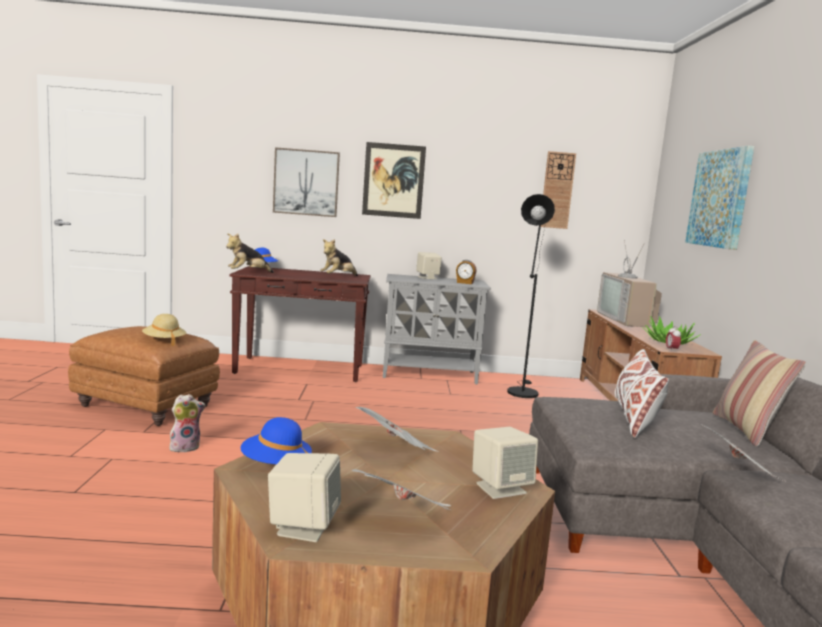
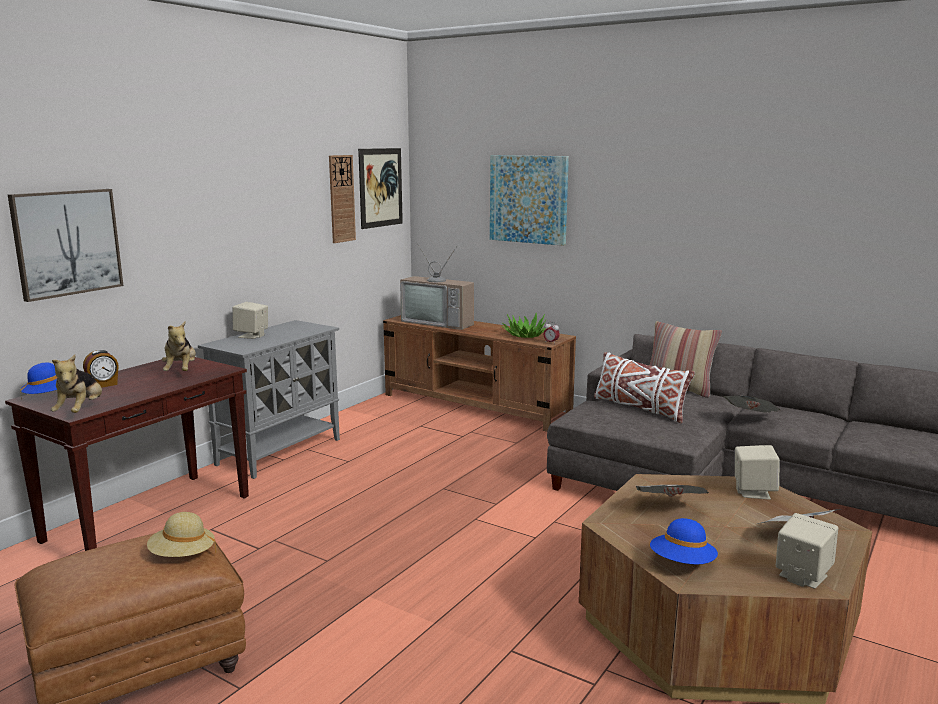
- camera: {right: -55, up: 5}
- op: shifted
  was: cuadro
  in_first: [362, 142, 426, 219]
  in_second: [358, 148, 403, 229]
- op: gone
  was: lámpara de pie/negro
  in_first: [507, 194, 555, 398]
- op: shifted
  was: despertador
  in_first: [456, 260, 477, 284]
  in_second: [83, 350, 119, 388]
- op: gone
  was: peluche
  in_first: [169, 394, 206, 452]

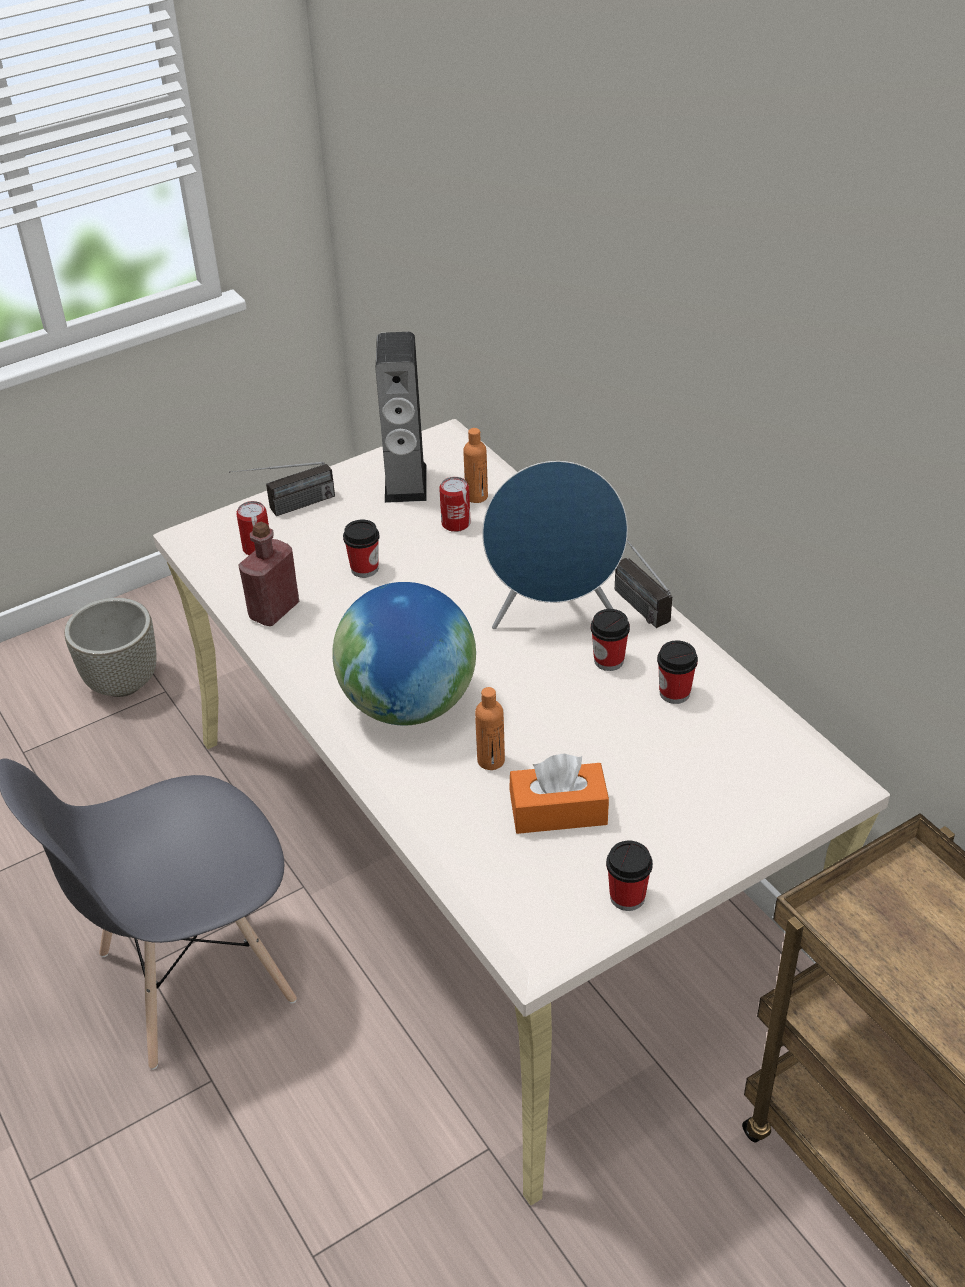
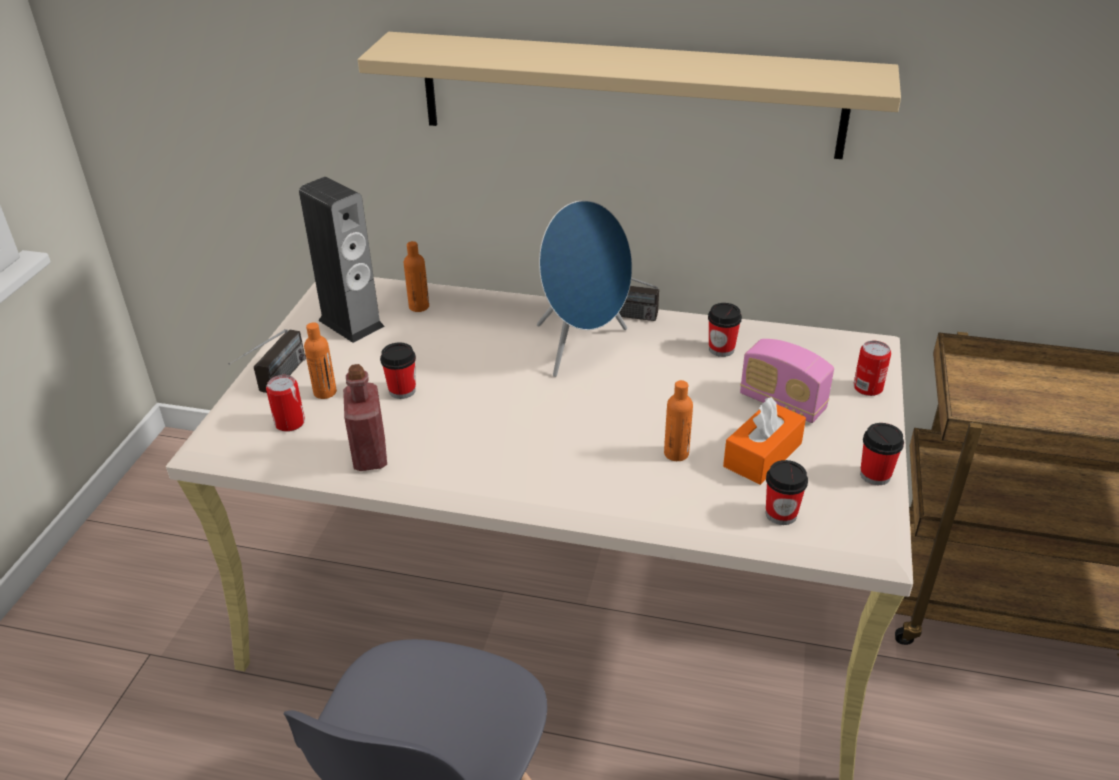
- camera: {right: -45, up: -5}
- op: shifted
  was: lata
  in_first: [439, 477, 471, 532]
  in_second: [853, 341, 891, 396]
- op: gone
  was: globo terráqueo
  in_first: [332, 582, 476, 725]
- op: gone
  was: maceta/gris
  in_first: [64, 598, 156, 697]
- op: shifted
  was: taza
  in_first: [591, 609, 630, 671]
  in_second: [766, 460, 808, 525]
- op: new
  now: estante/beis
  in_second: [358, 32, 901, 159]
- op: new
  now: botella/naranja
  in_second: [304, 322, 337, 399]
- op: new
  now: radio
  in_second: [740, 339, 834, 423]

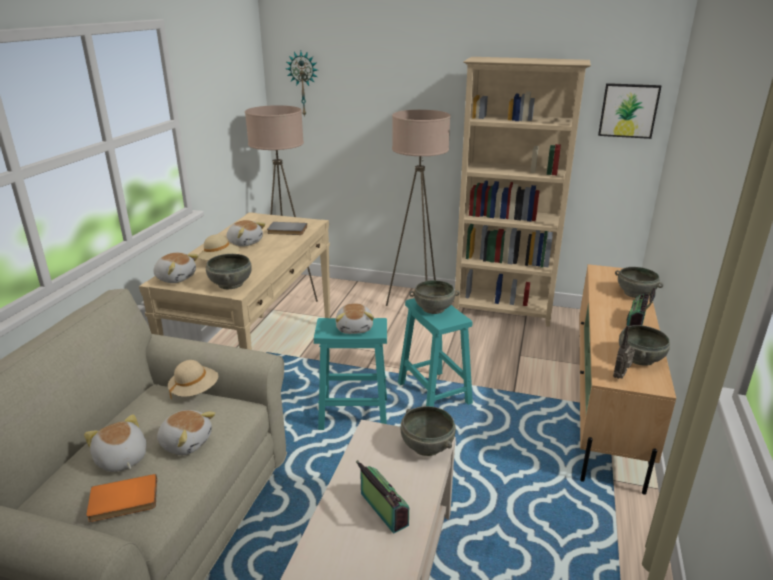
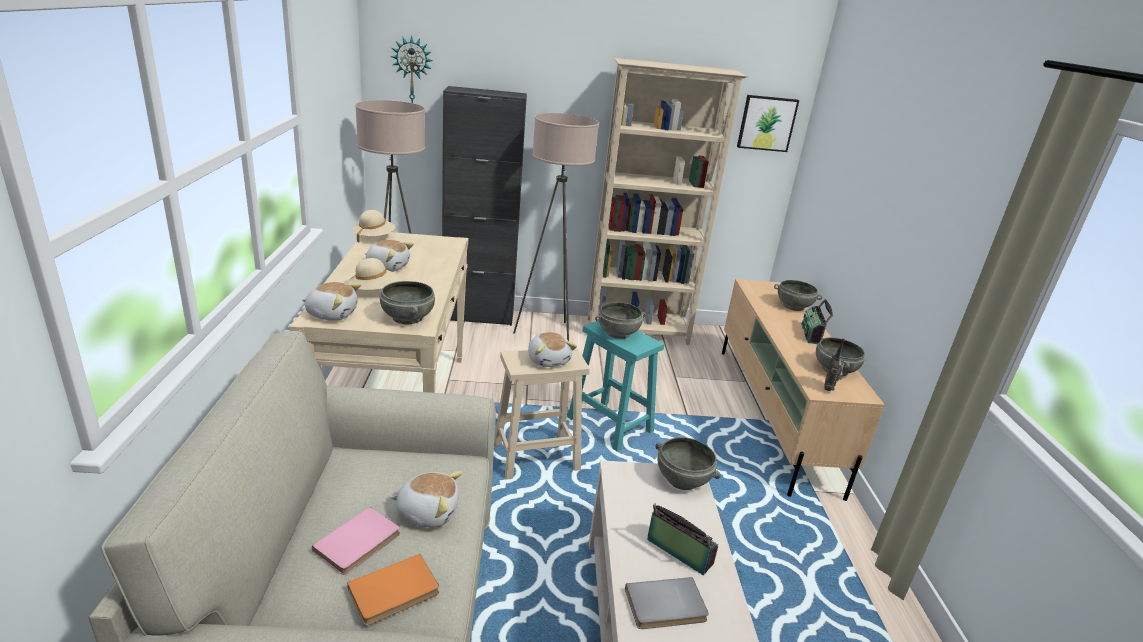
- camera: {right: -20, up: 0}
- op: shifted
  was: libro/gris
  in_first: [267, 222, 307, 235]
  in_second: [625, 577, 709, 629]
- op: repainted
  was: taburete/turquesa
  now: taburete/beis
  in_first: [314, 318, 387, 430]
  in_second: [494, 347, 590, 480]
- op: shifted
  was: sombrero/beis
  in_first: [168, 360, 218, 399]
  in_second: [352, 210, 395, 243]
- op: swapped
  was: peluche
  now: libro/rosa
  in_first: [84, 414, 147, 472]
  in_second: [312, 507, 400, 575]
- op: new
  now: armario/negro
  in_second: [442, 86, 527, 326]

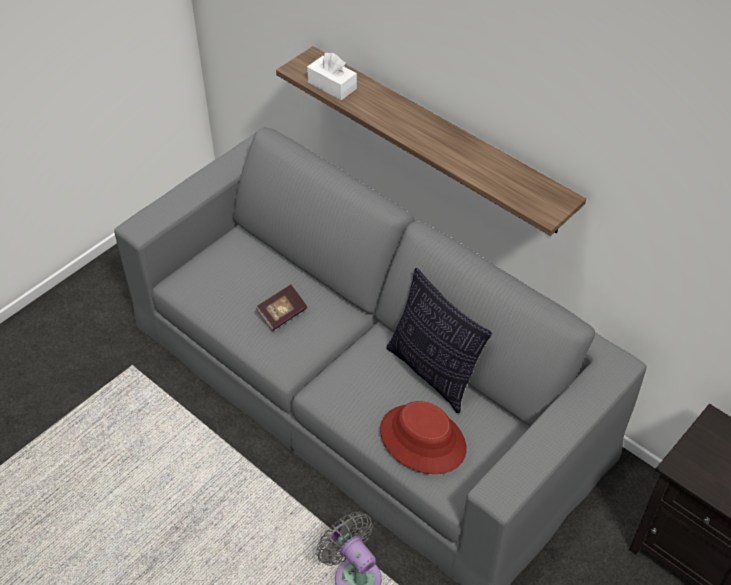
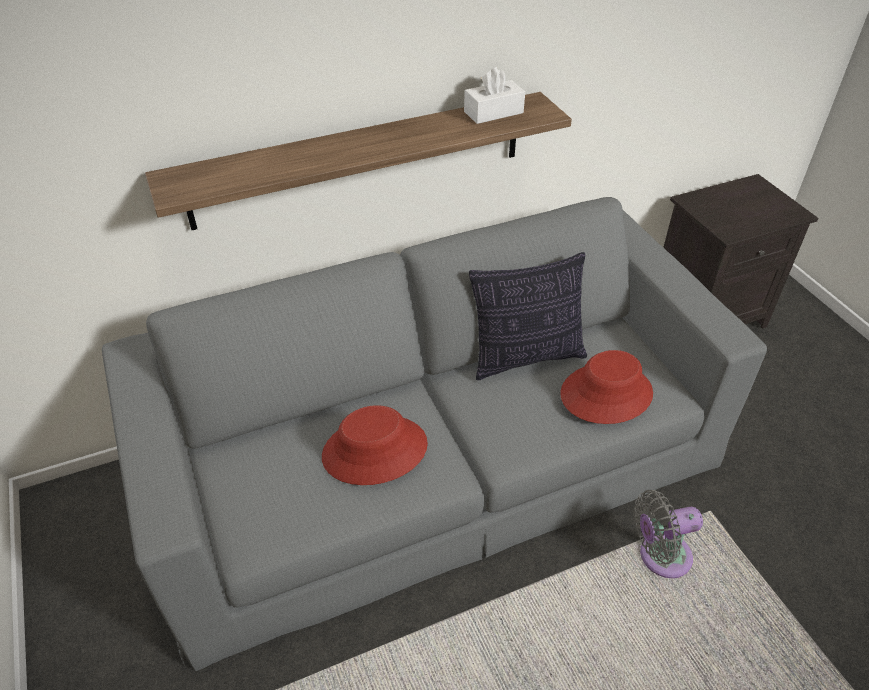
- camera: {right: -65, up: -5}
- op: shifted
  was: caja de pañuelos/blanco
  in_first: [307, 52, 357, 100]
  in_second: [464, 67, 525, 124]
- op: swapped
  was: libro
  now: sombrero/rojo
  in_first: [256, 284, 307, 331]
  in_second: [322, 405, 428, 485]

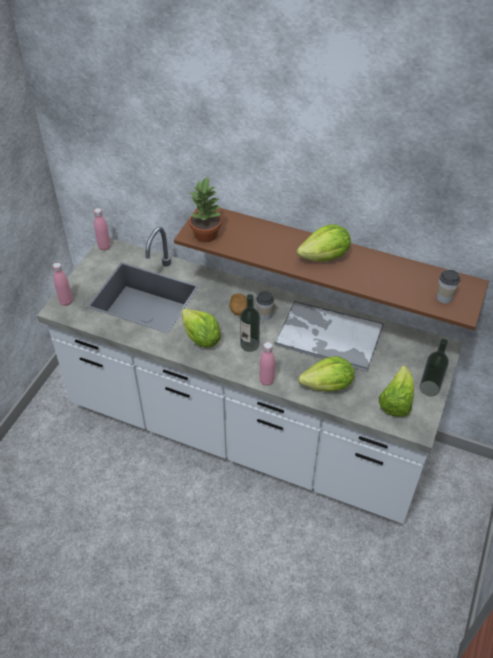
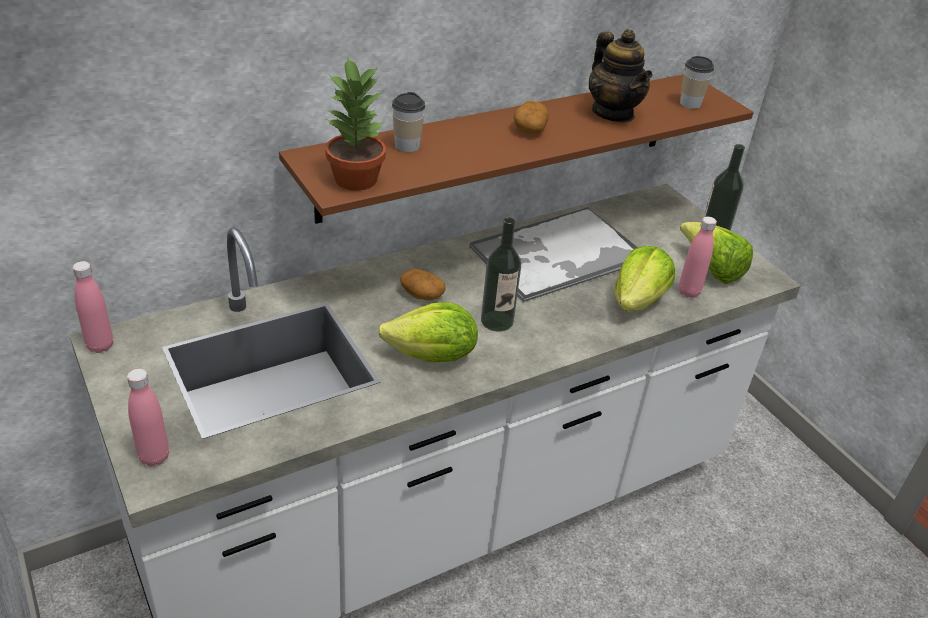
- camera: {right: -55, up: -10}
- op: swapped
  was: lechuga
  now: patata
  in_first: [297, 224, 351, 261]
  in_second: [514, 101, 549, 134]
- op: shifted
  was: taza
  in_first: [256, 291, 274, 321]
  in_second: [392, 92, 425, 152]
- op: shifted
  was: botella/rosa
  in_first: [259, 342, 275, 386]
  in_second: [679, 216, 717, 298]
- op: new
  now: tetera
  in_second: [589, 29, 652, 122]

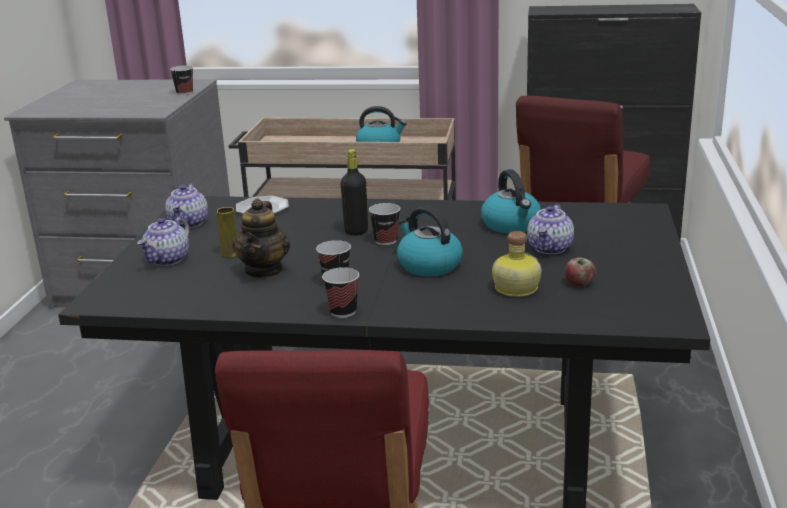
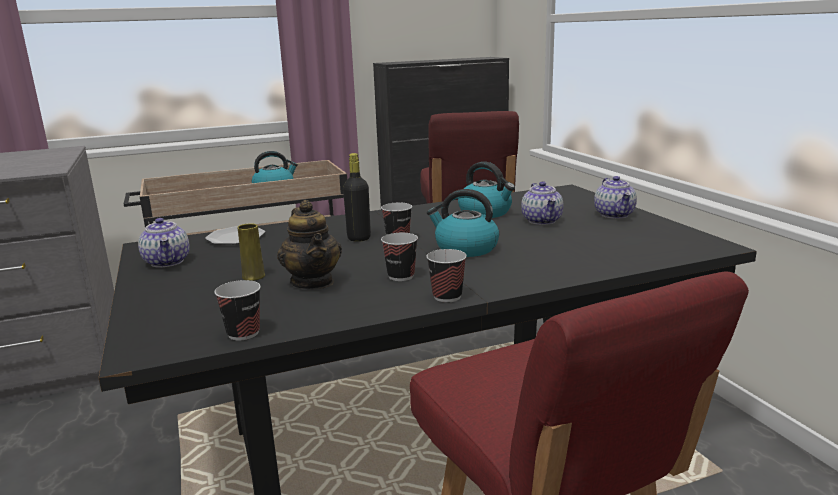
- camera: {right: -30, up: -5}
- op: shifted
  was: taza
  in_first: [170, 65, 193, 95]
  in_second: [214, 280, 261, 340]
- op: shifted
  was: tetera
  in_first: [137, 216, 189, 266]
  in_second: [594, 176, 637, 219]
- op: gone
  was: botella
  in_first: [492, 231, 541, 297]
- op: gone
  was: manzana
  in_first: [565, 257, 596, 286]

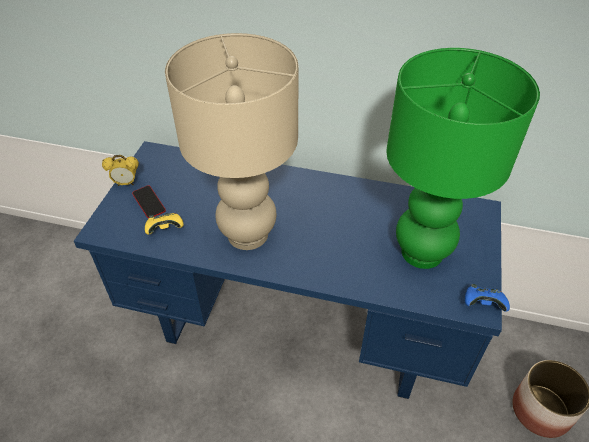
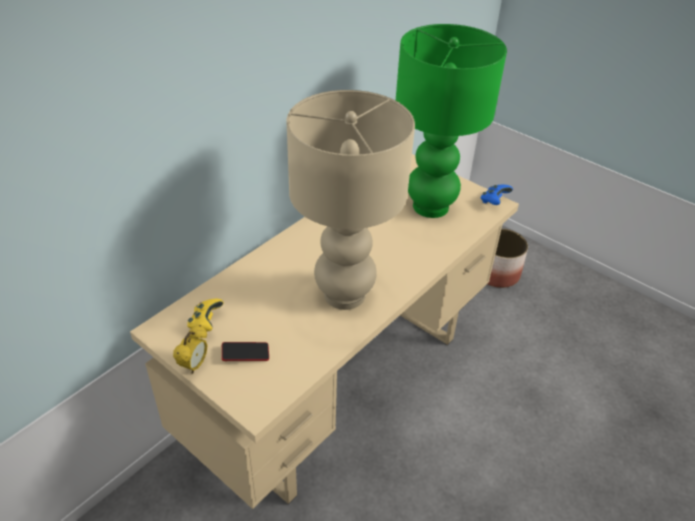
- camera: {right: -65, up: -5}
- op: repainted
  was: escritorio/azul
  now: escritorio/beis
  in_first: [74, 141, 502, 399]
  in_second: [130, 154, 519, 509]
- op: shifted
  was: mando de consola/amarillo
  in_first: [145, 213, 184, 235]
  in_second: [187, 299, 224, 332]

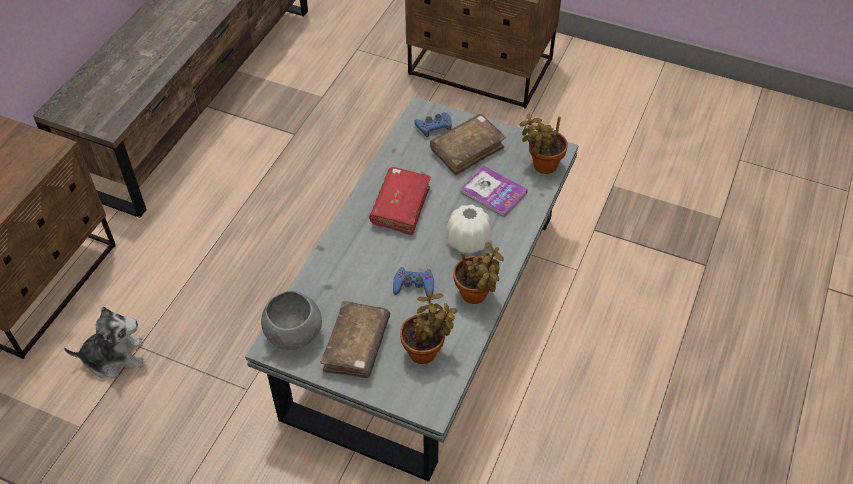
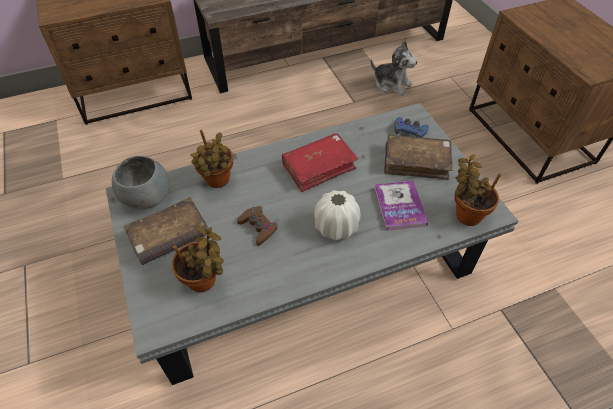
- camera: {right: 45, up: 0}
- op: shifted
  was: planta en maceta
  in_first: [453, 242, 504, 304]
  in_second: [190, 129, 233, 188]
- op: repainted
  was: mando de consola/azul
  now: mando de consola/marrón
  in_first: [393, 267, 434, 297]
  in_second: [237, 206, 278, 246]
- op: shifted
  was: peluche
  in_first: [64, 307, 144, 378]
  in_second: [371, 41, 418, 96]

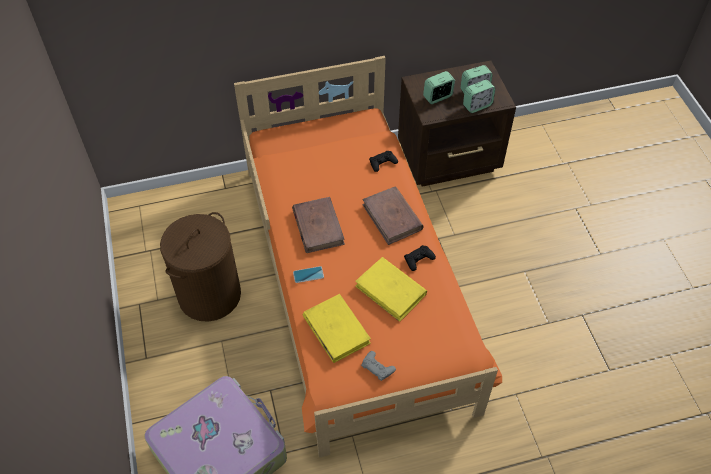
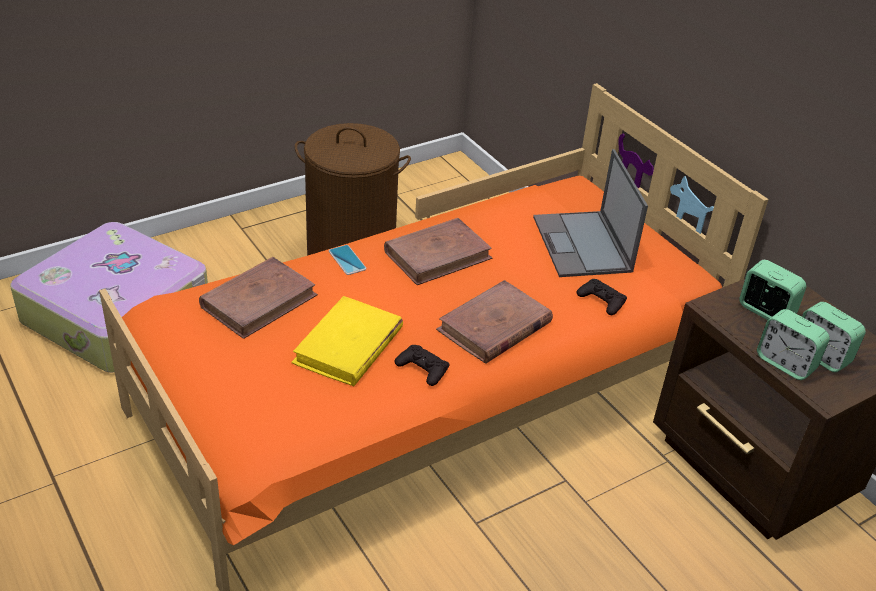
- camera: {right: 70, up: -15}
- op: repainted
  was: libro/amarillo
  now: libro/marrón
  in_first: [303, 294, 371, 363]
  in_second: [199, 257, 318, 339]
- op: gone
  was: mando de consola/gris
  in_first: [362, 351, 396, 381]
- op: new
  now: portátil
  in_second: [533, 149, 648, 277]

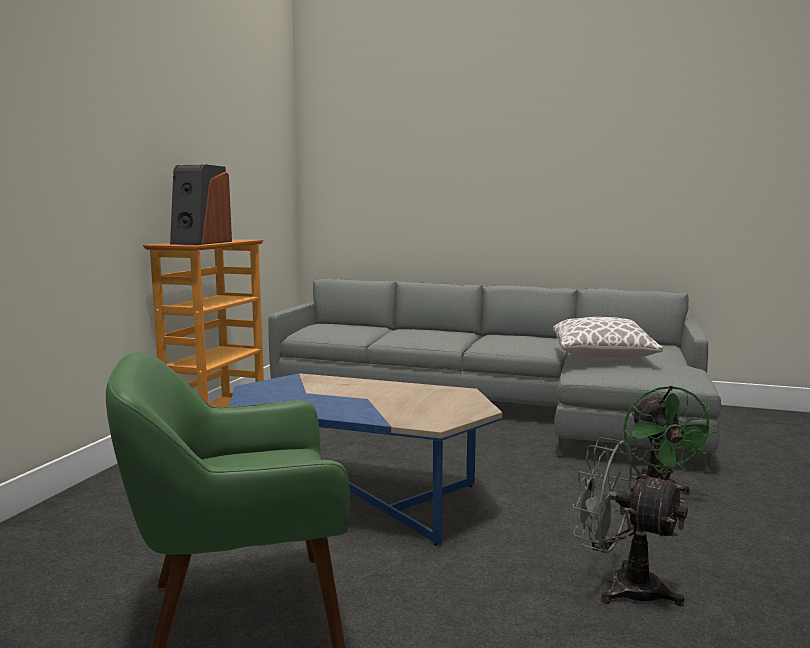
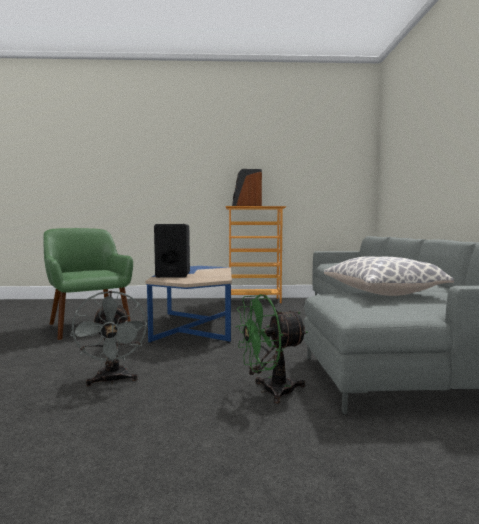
- camera: {right: 70, up: -5}
- op: rotated
  was: ventilador/gris
  in_first: [572, 437, 688, 606]
  in_second: [70, 291, 147, 386]
  clockwise: 150
- op: new
  now: altavoz/negro
  in_second: [154, 224, 190, 278]

